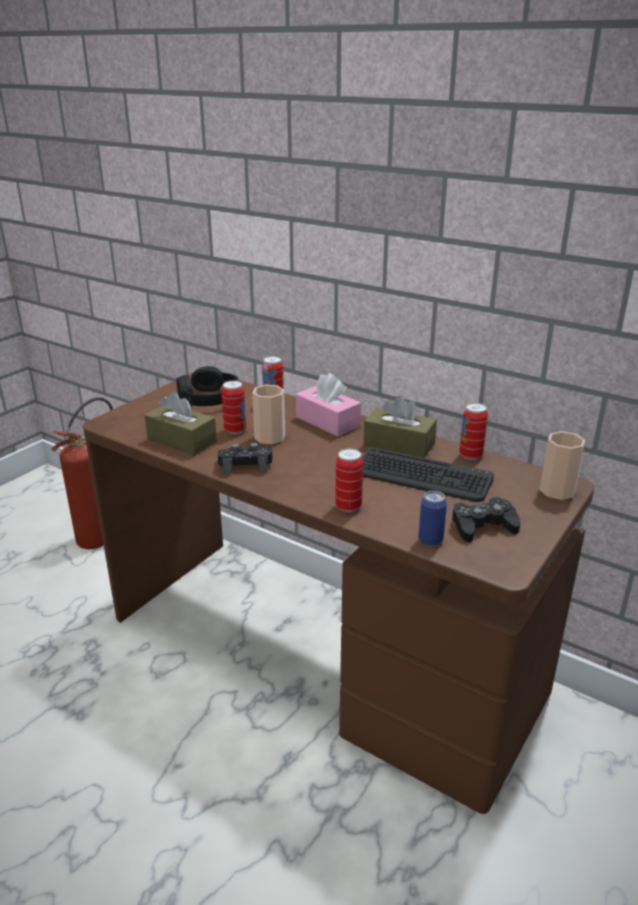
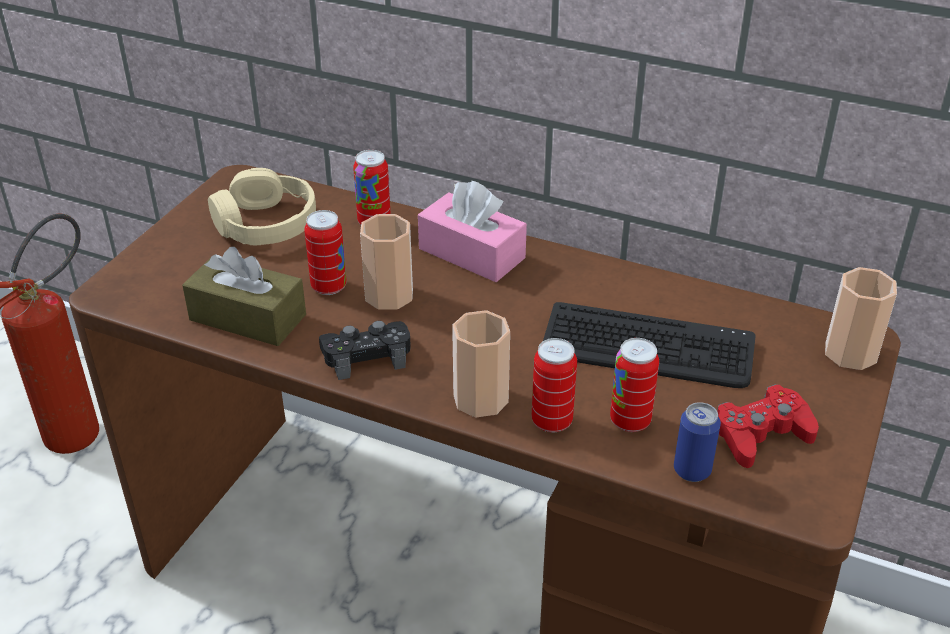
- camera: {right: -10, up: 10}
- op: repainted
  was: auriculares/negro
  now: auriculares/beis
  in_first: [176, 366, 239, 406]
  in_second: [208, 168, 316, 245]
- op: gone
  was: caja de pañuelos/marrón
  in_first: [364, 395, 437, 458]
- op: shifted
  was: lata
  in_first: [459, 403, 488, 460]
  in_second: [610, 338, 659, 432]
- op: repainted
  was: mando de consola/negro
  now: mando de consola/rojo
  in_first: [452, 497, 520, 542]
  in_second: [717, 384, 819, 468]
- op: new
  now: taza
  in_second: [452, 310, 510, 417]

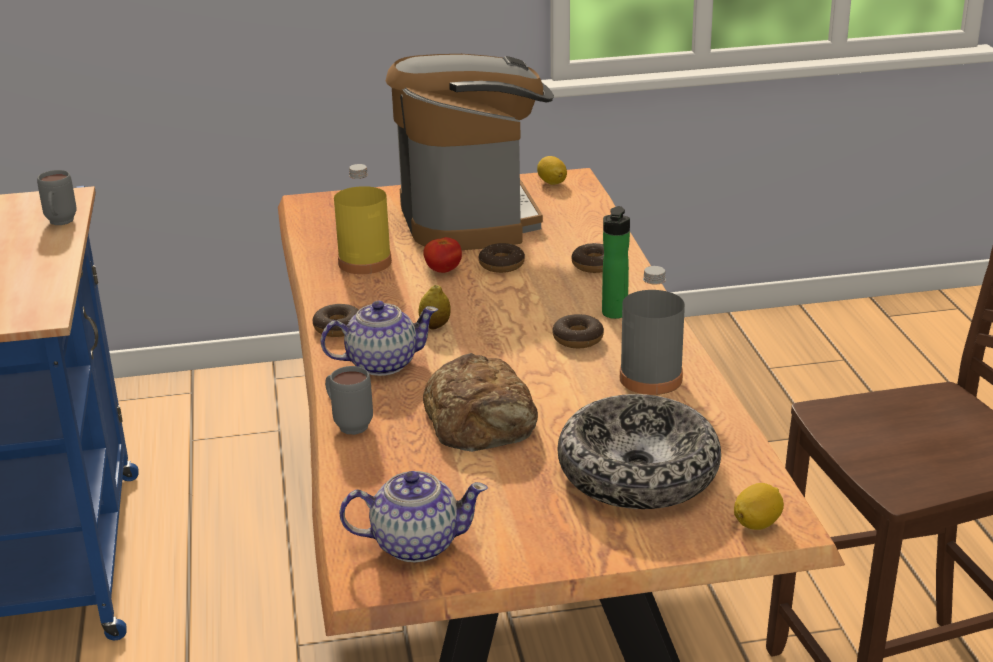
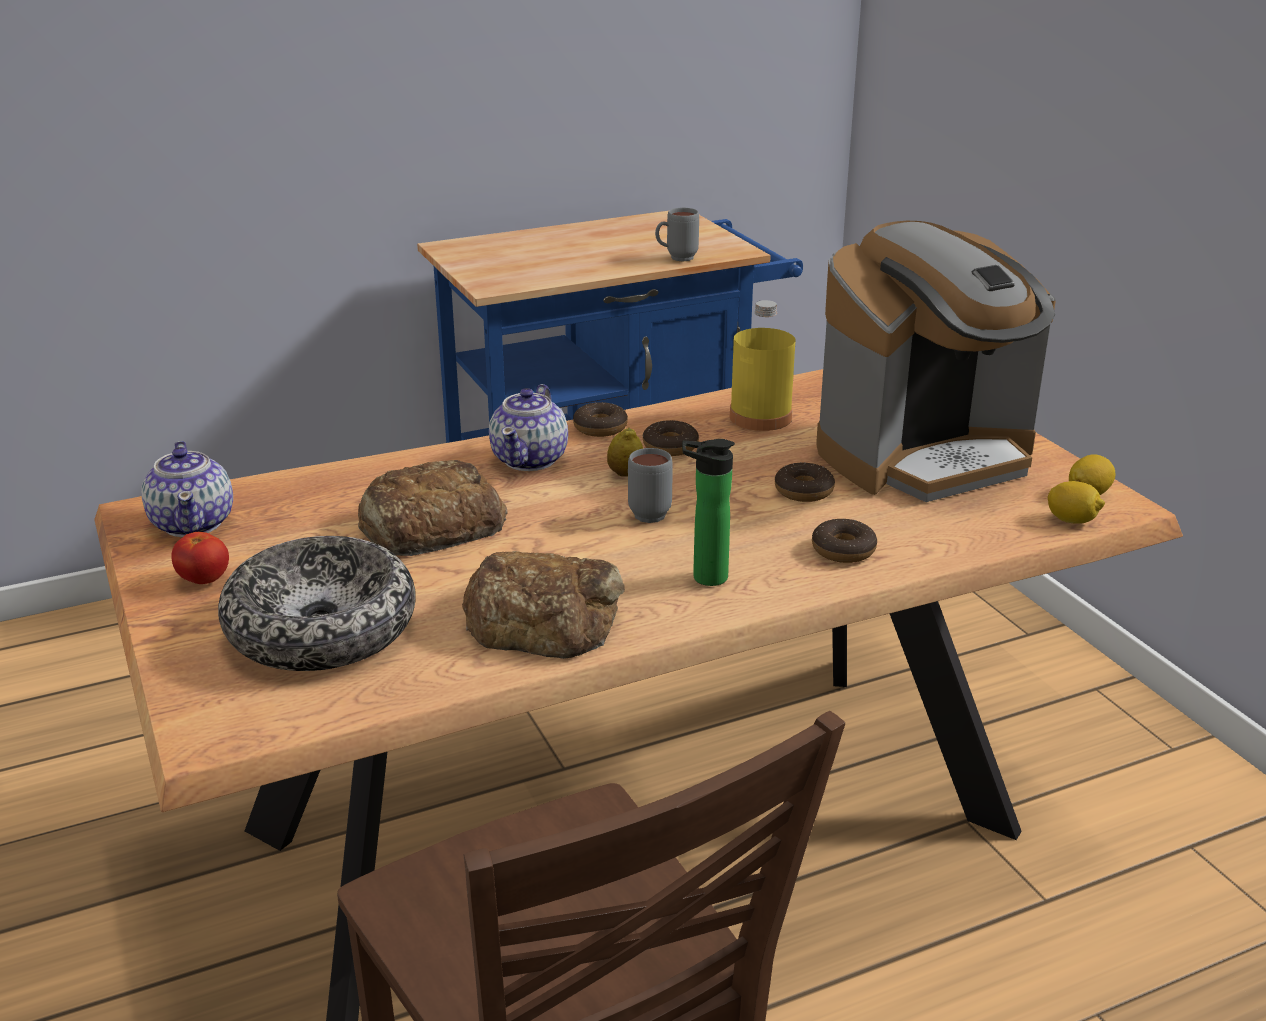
- camera: {right: 75, up: 0}
- op: shifted
  was: tomate
  in_first: [423, 237, 462, 273]
  in_second: [171, 532, 229, 584]
- op: swapped
  was: botella/gris
  now: pan
  in_first: [620, 266, 685, 395]
  in_second: [462, 551, 625, 659]
- op: rotated
  was: tetera
  in_first: [320, 301, 438, 376]
  in_second: [489, 384, 568, 471]
  clockwise: 45
- op: shifted
  was: rosquilla
  in_first: [553, 314, 604, 348]
  in_second: [643, 420, 699, 456]
- op: shifted
  was: taza grande/gris
  in_first: [325, 366, 373, 435]
  in_second: [628, 448, 673, 523]
- op: shifted
  was: limón
  in_first: [734, 483, 784, 530]
  in_second: [1048, 481, 1105, 524]

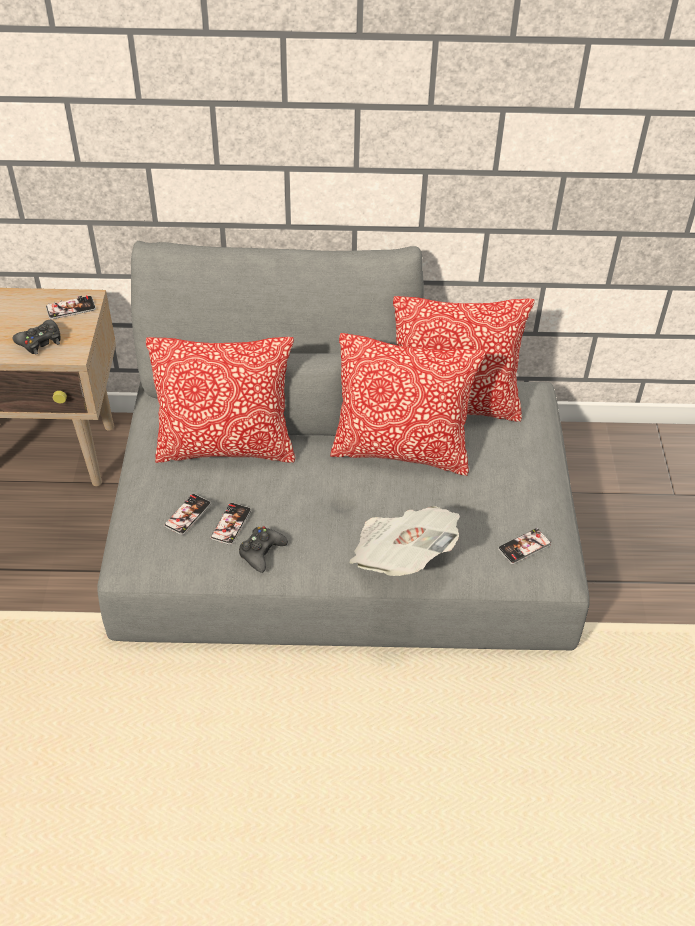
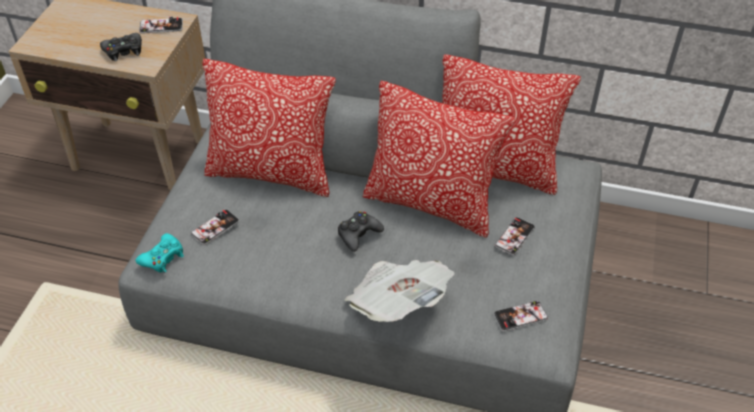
- camera: {right: 15, up: 0}
- op: shifted
  was: móvil
  in_first: [210, 503, 251, 545]
  in_second: [495, 217, 535, 255]
- op: shifted
  was: mando de consola/negro
  in_first: [239, 527, 288, 573]
  in_second: [338, 211, 384, 252]
- op: new
  now: mando de consola/turquesa
  in_second: [136, 233, 184, 273]

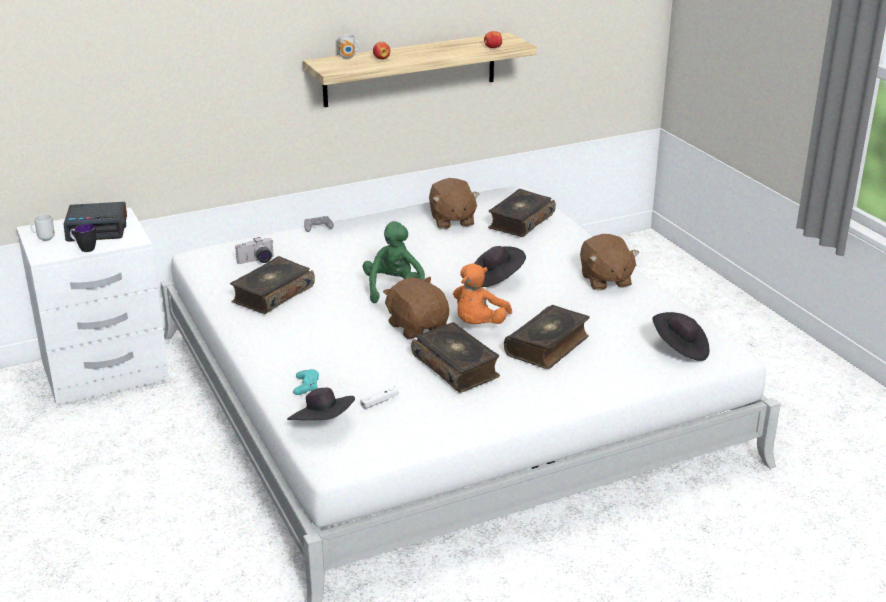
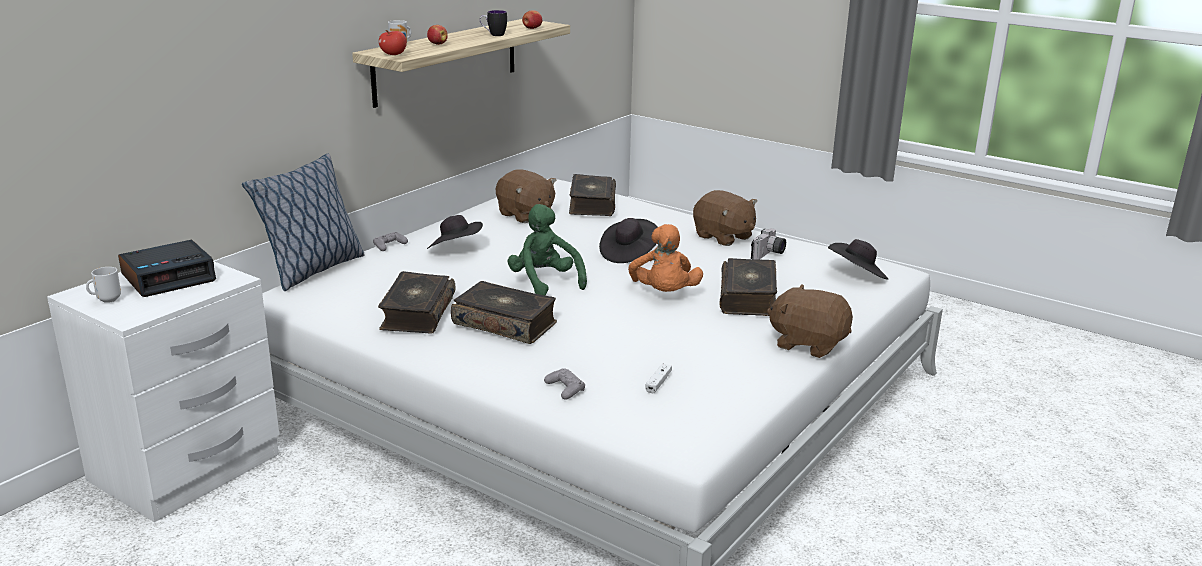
- camera: {right: -30, up: -5}
- op: shifted
  was: taza grande
  in_first: [70, 224, 96, 252]
  in_second: [480, 10, 507, 36]
- op: shifted
  was: cámara
  in_first: [235, 237, 274, 264]
  in_second: [751, 228, 786, 260]
- op: shifted
  was: peluche/marrón
  in_first: [383, 277, 449, 339]
  in_second: [767, 284, 853, 358]
- op: shifted
  was: libro
  in_first: [411, 322, 500, 393]
  in_second: [451, 281, 557, 344]
- op: repainted
  was: mando de consola/turquesa
  now: mando de consola/gris
  in_first: [293, 369, 319, 395]
  in_second: [544, 368, 585, 400]
- op: shifted
  was: sombrero/negro
  in_first: [287, 388, 355, 420]
  in_second: [427, 215, 483, 249]
- op: new
  now: manzana
  in_second: [379, 30, 407, 55]
- op: new
  now: cojín
  in_second: [242, 154, 365, 291]

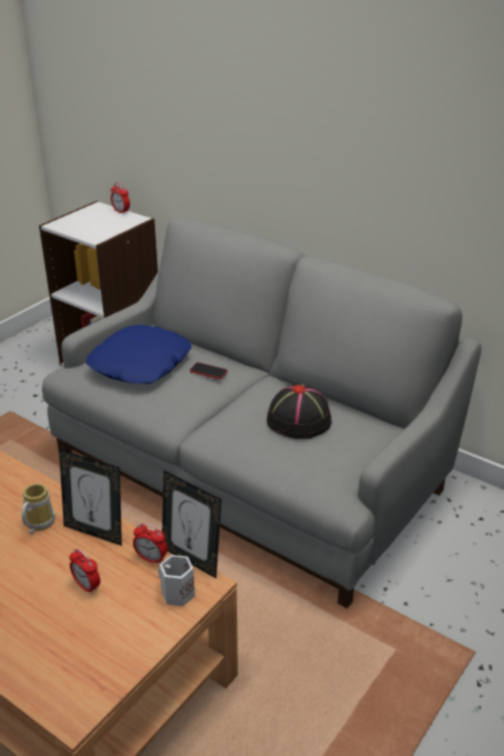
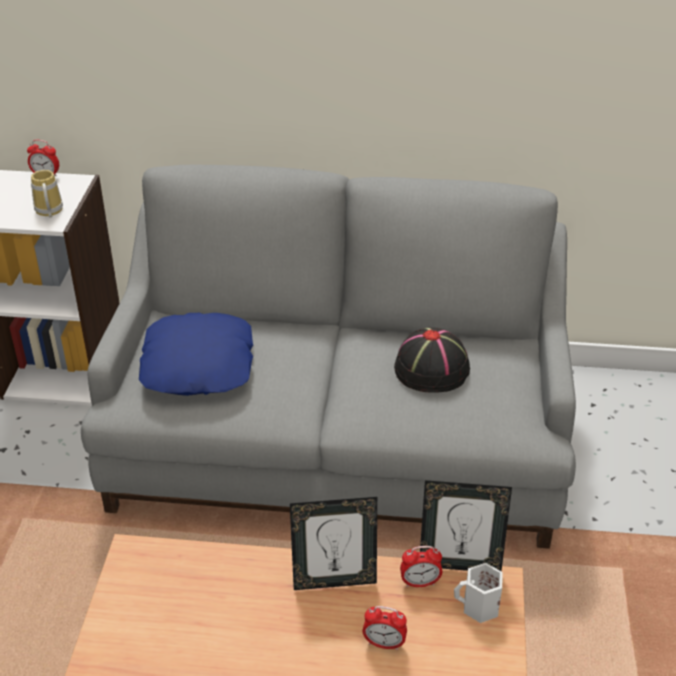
- camera: {right: -30, up: 5}
- op: gone
  was: móvil
  in_first: [190, 362, 228, 379]
- op: shifted
  was: taza grande
  in_first: [22, 483, 55, 534]
  in_second: [31, 170, 63, 218]

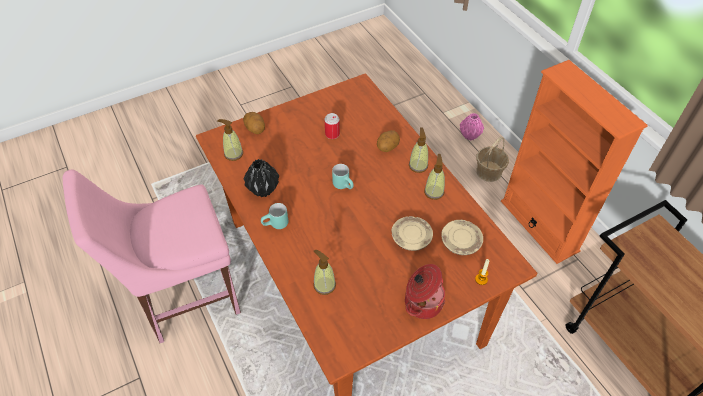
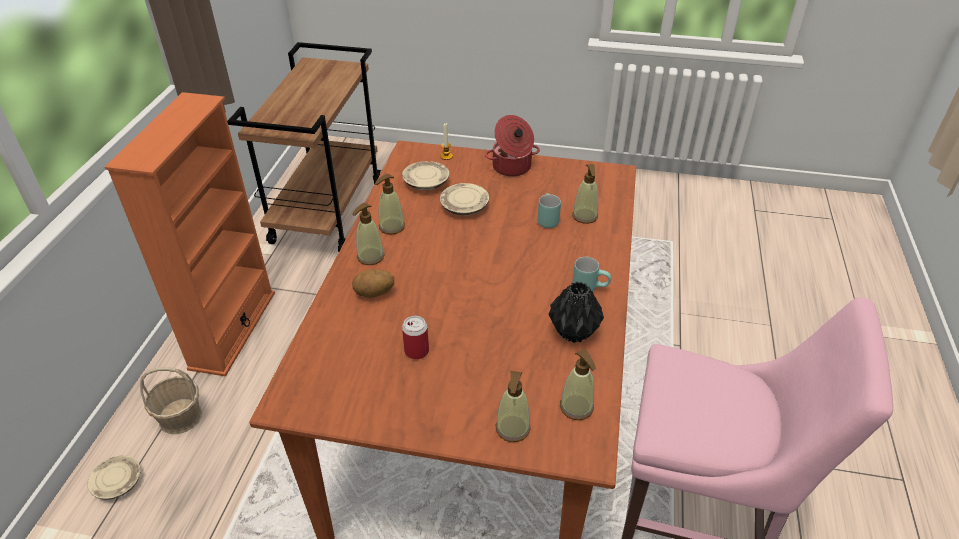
- camera: {right: -140, up: -10}
- op: swapped
  was: patata
  now: dispensador de jabón
  in_first: [243, 112, 265, 134]
  in_second: [496, 371, 530, 442]
- op: swapped
  was: florero/rosa
  now: plato/beis
  in_first: [460, 113, 484, 141]
  in_second: [87, 455, 140, 500]
- op: shifted
  was: taza grande/turquesa
  in_first: [332, 164, 354, 189]
  in_second: [538, 193, 561, 228]

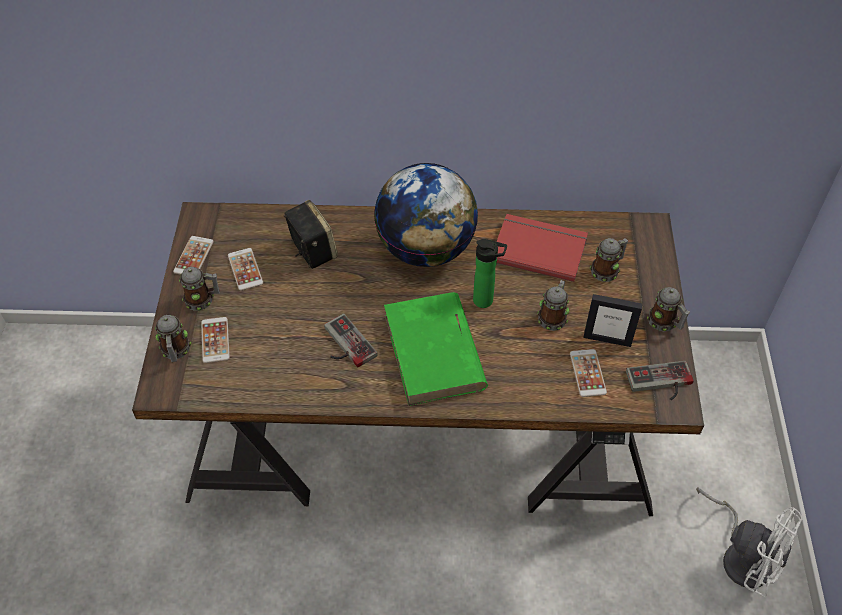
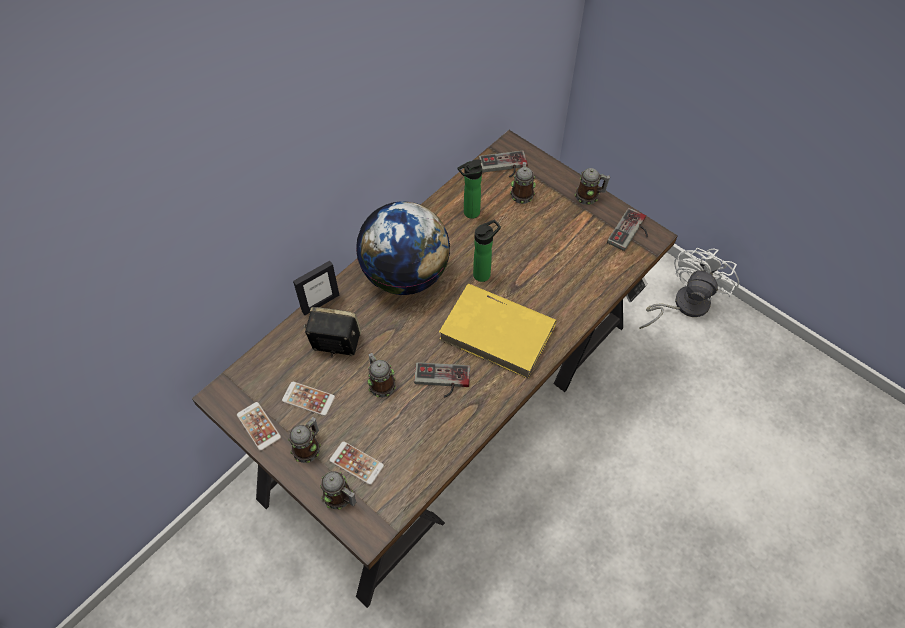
- camera: {right: -50, up: 5}
- op: swapped
  was: libro/rojo
  now: botella
  in_first: [497, 214, 588, 282]
  in_second: [458, 159, 482, 219]
- op: shifted
  was: taza grande
  in_first: [537, 280, 570, 331]
  in_second: [367, 353, 396, 398]
- op: repainted
  was: libro/verde
  now: libro/amarillo
  in_first: [384, 292, 488, 406]
  in_second: [439, 284, 557, 379]
- op: shifted
  was: portarretratos
  in_first: [583, 294, 643, 347]
  in_second: [293, 261, 340, 315]
- op: gone
  was: móvil
  in_first: [570, 349, 607, 397]
- op: rotated
  was: ventilador/blanco
  in_first: [696, 487, 803, 598]
  in_second: [639, 248, 739, 329]
  clockwise: -45
- op: new
  now: mando de consola
  in_second: [479, 151, 527, 178]

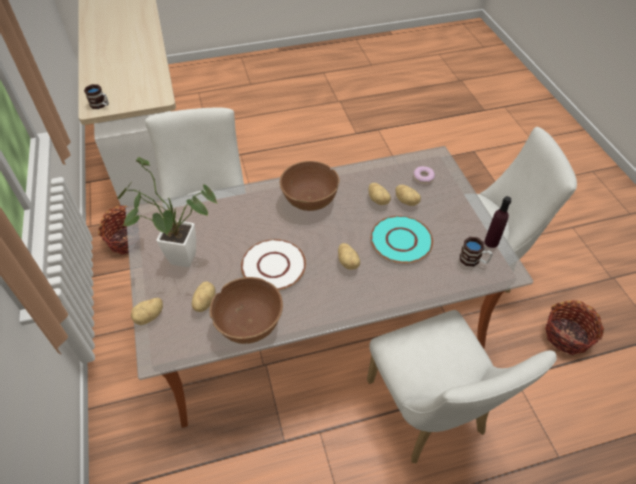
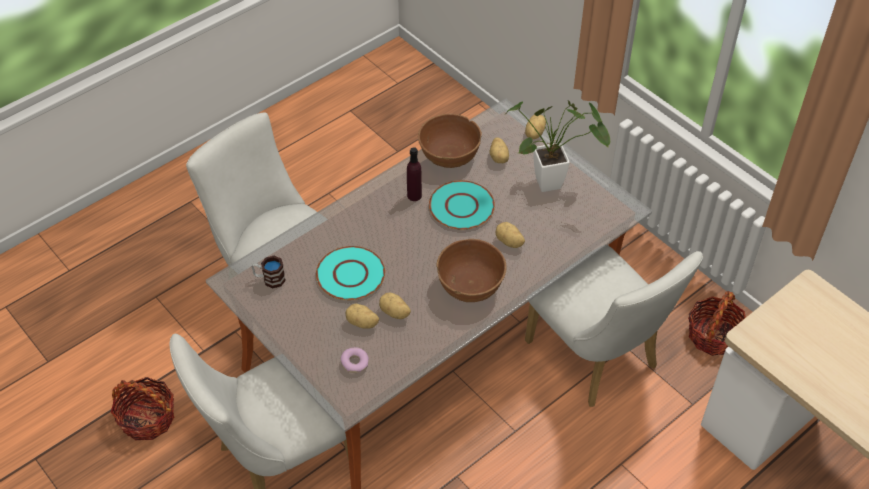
- camera: {right: 155, up: 0}
- op: gone
  was: taza grande
  in_first: [84, 84, 109, 109]
- op: shifted
  was: botella/morado
  in_first: [484, 196, 511, 248]
  in_second: [407, 147, 422, 201]
- op: repainted
  was: plato/blanco
  now: plato/turquesa
  in_first: [241, 239, 306, 290]
  in_second: [429, 180, 495, 230]
- op: shifted
  was: patata
  in_first: [338, 243, 360, 270]
  in_second: [495, 222, 525, 248]

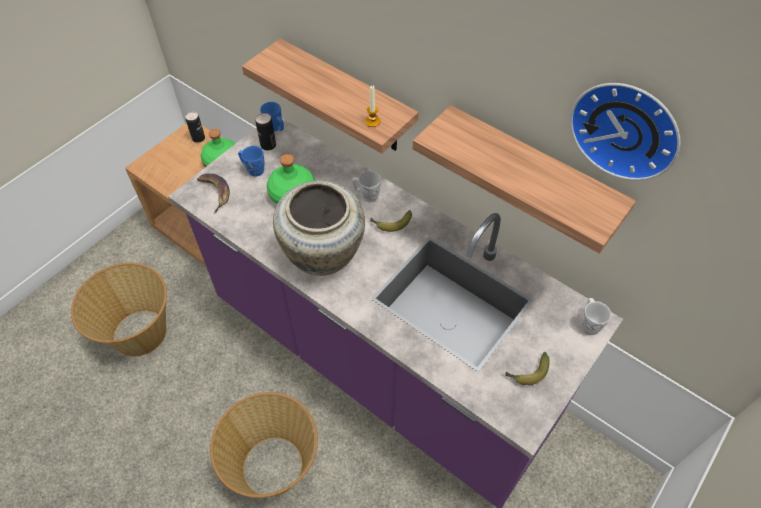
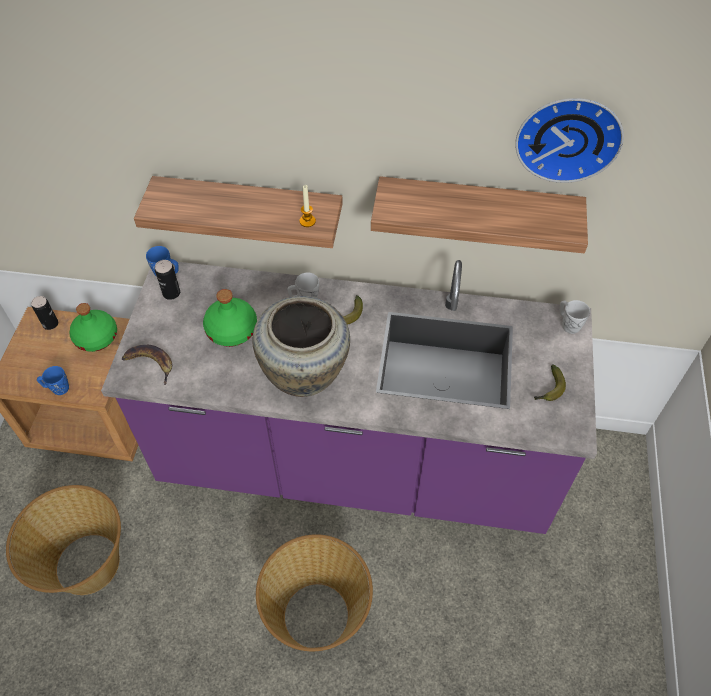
- camera: {right: -30, up: 0}
- op: shifted
  was: taza grande/azul
  in_first: [238, 146, 264, 177]
  in_second: [37, 366, 69, 395]

